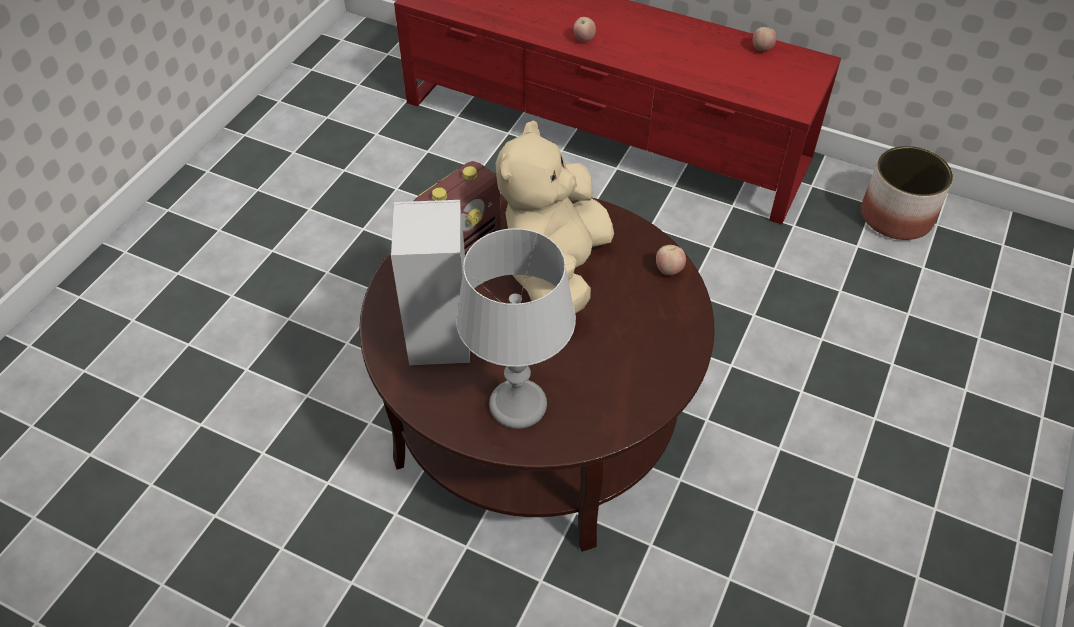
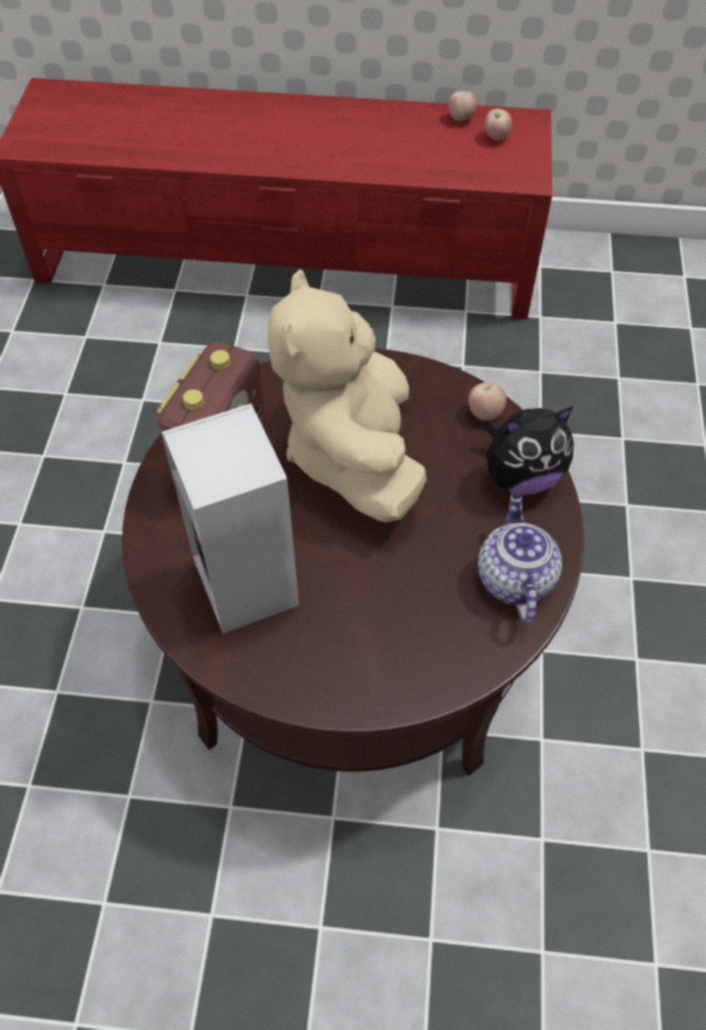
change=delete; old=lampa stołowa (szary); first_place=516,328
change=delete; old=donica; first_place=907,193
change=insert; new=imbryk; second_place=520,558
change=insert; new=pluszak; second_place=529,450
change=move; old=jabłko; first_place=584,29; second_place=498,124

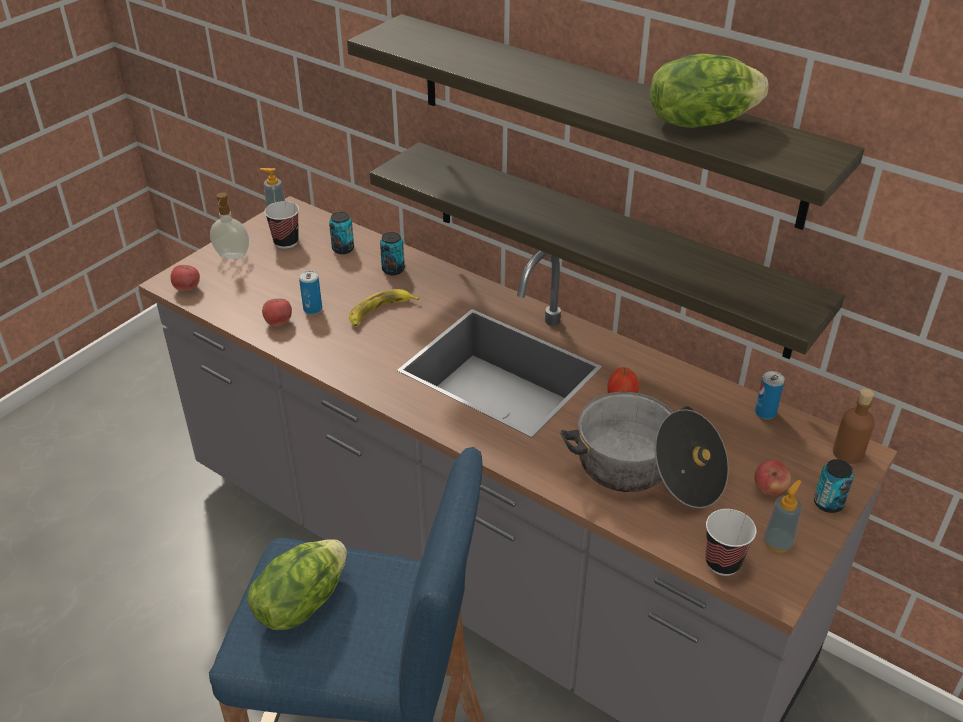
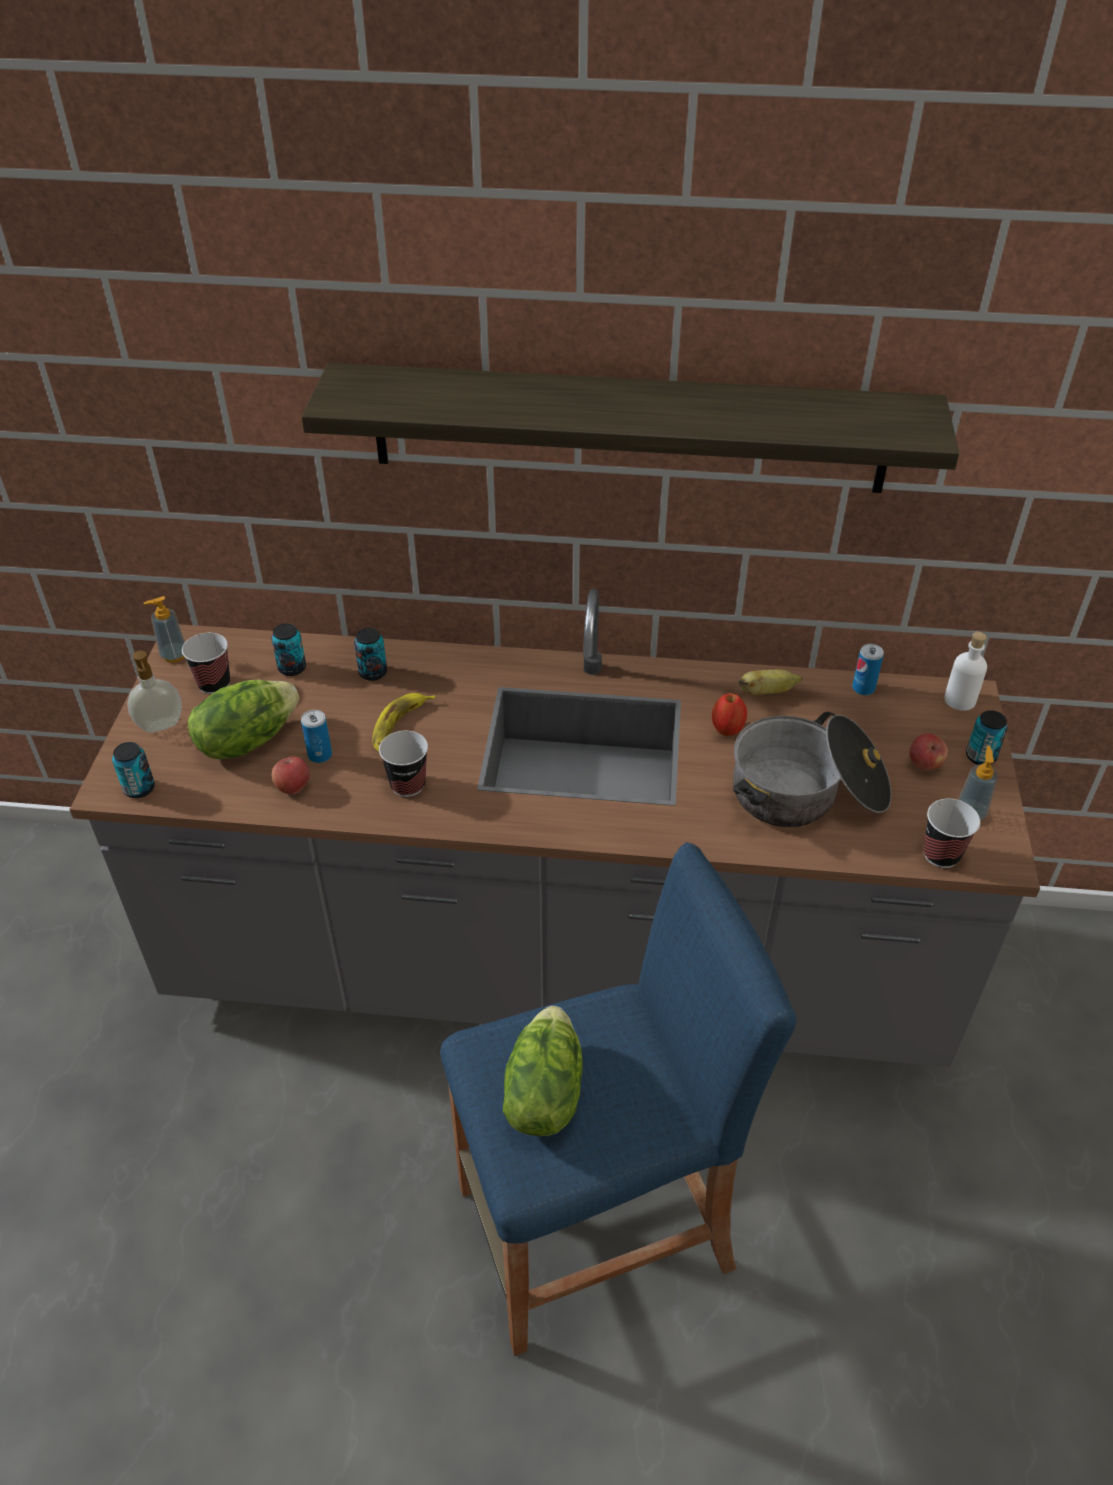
change=delete; old=półka; first_place=607,250
change=insert; new=filiżanka; second_place=403,764
change=insert; new=banan; second_place=770,682
change=move; old=sałata; first_place=709,91; second_place=243,719
change=replace; old=jabłko; new=puszka; first_place=185,278; second_place=133,770
change=recolor; old=butelka (brązowy); new=butelka (biały); first_place=854,426; second_place=965,671

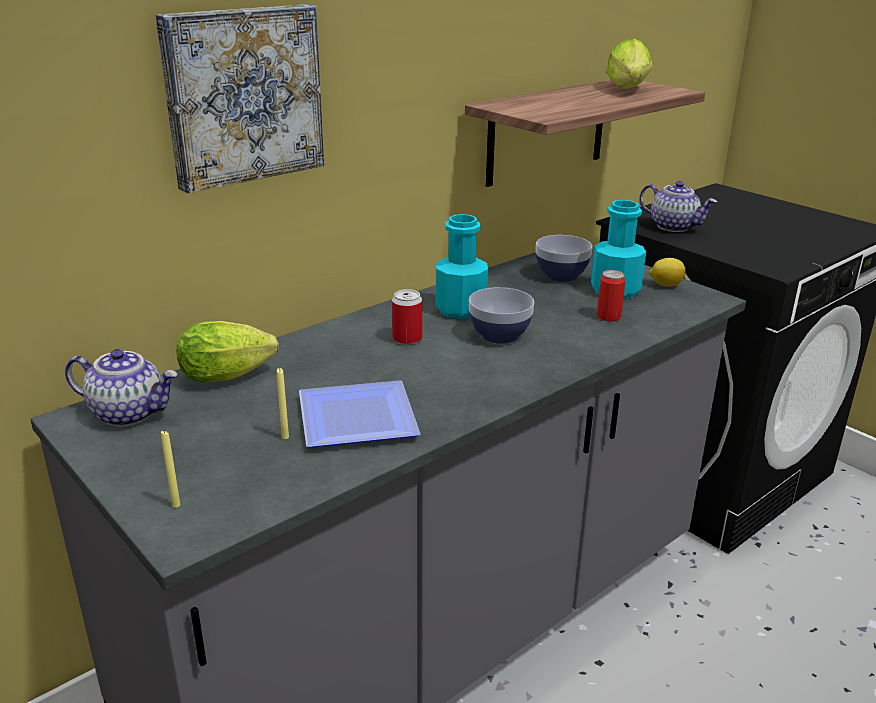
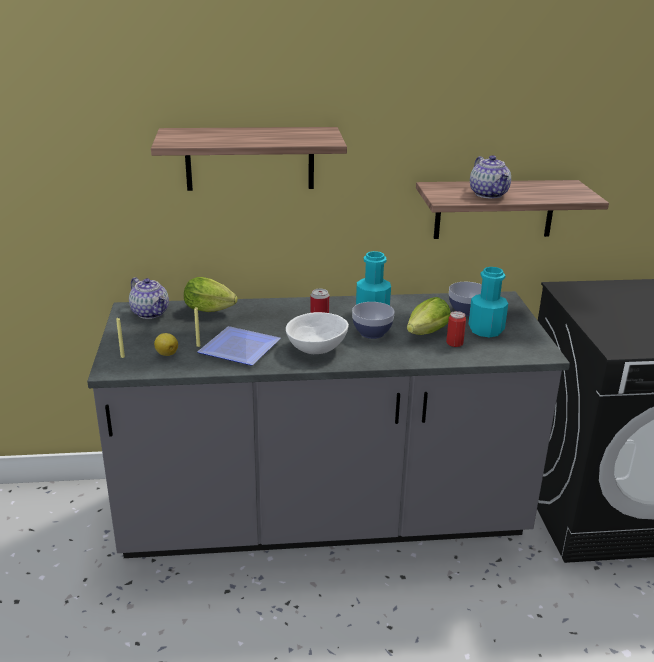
change=insert; new=miska (biały); second_place=317,333
change=move; old=sałata; first_place=630,63; second_place=429,316
change=move; old=imbryk; first_place=678,206; second_place=490,176
change=move; old=cytryna; first_place=667,272; second_place=166,344
change=replace; old=obraz; new=półka; first_place=240,98; second_place=249,159

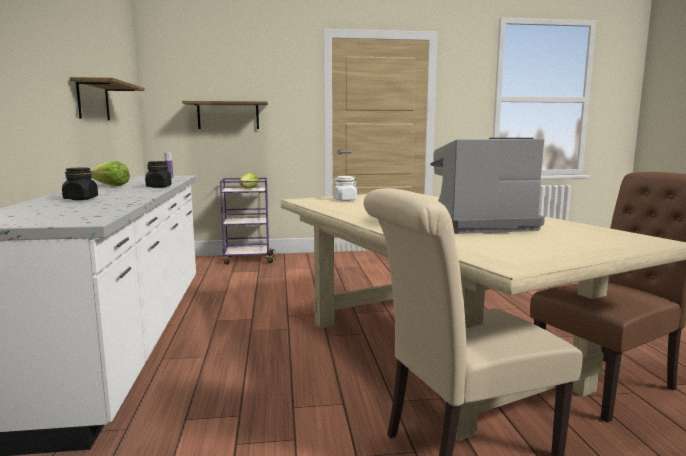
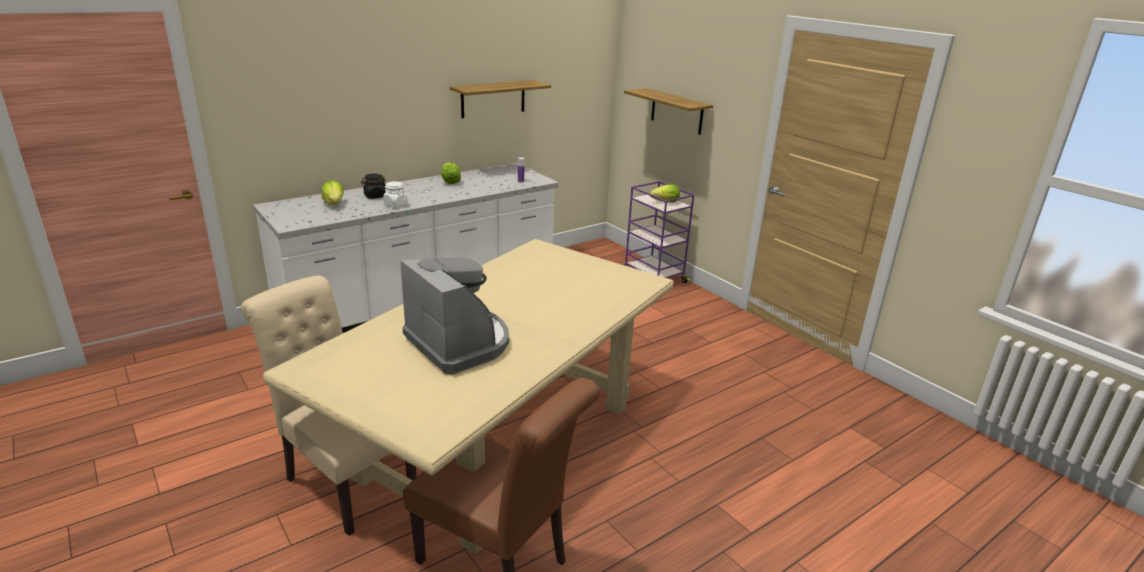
change=delete; old=słoik (czarny); first_place=158,174
change=insert; new=sałata; second_place=333,192
change=move; old=słoik (biały); first_place=344,188; second_place=395,194

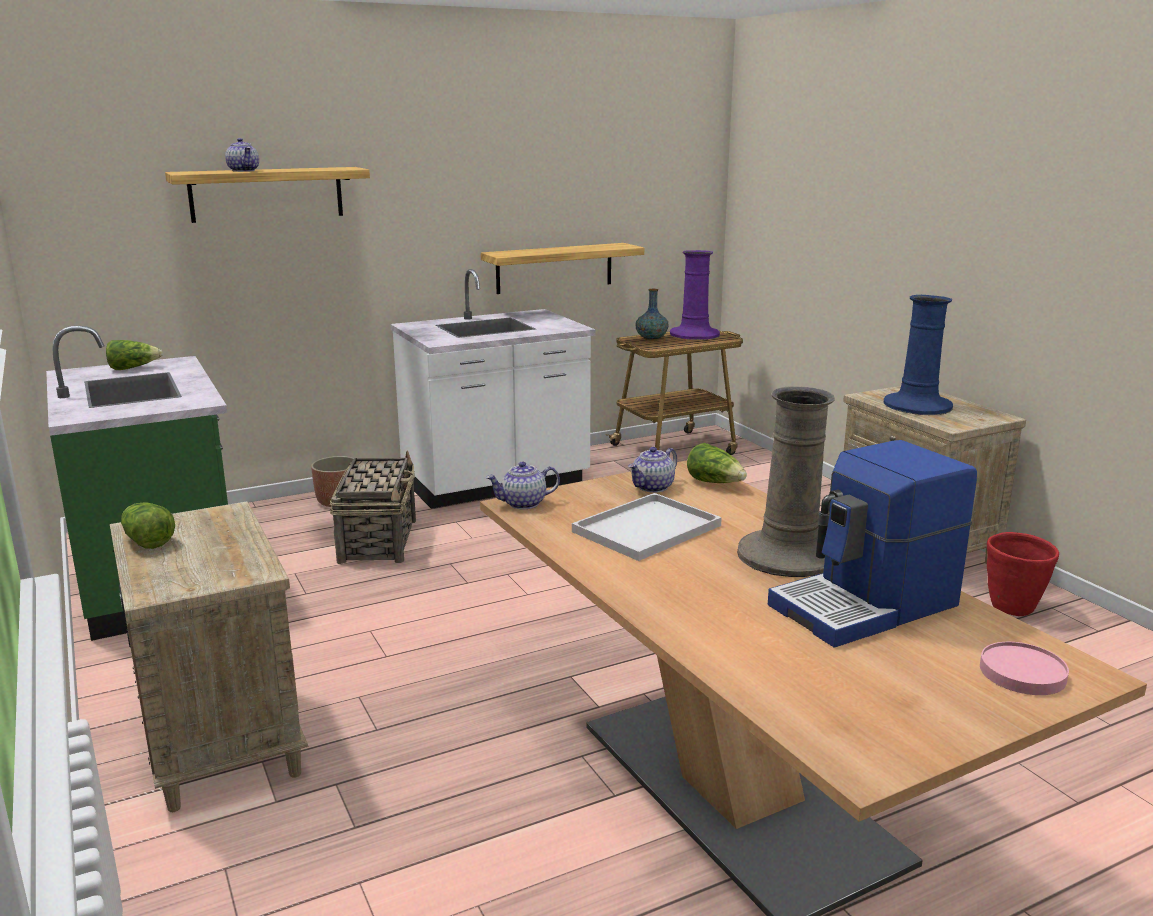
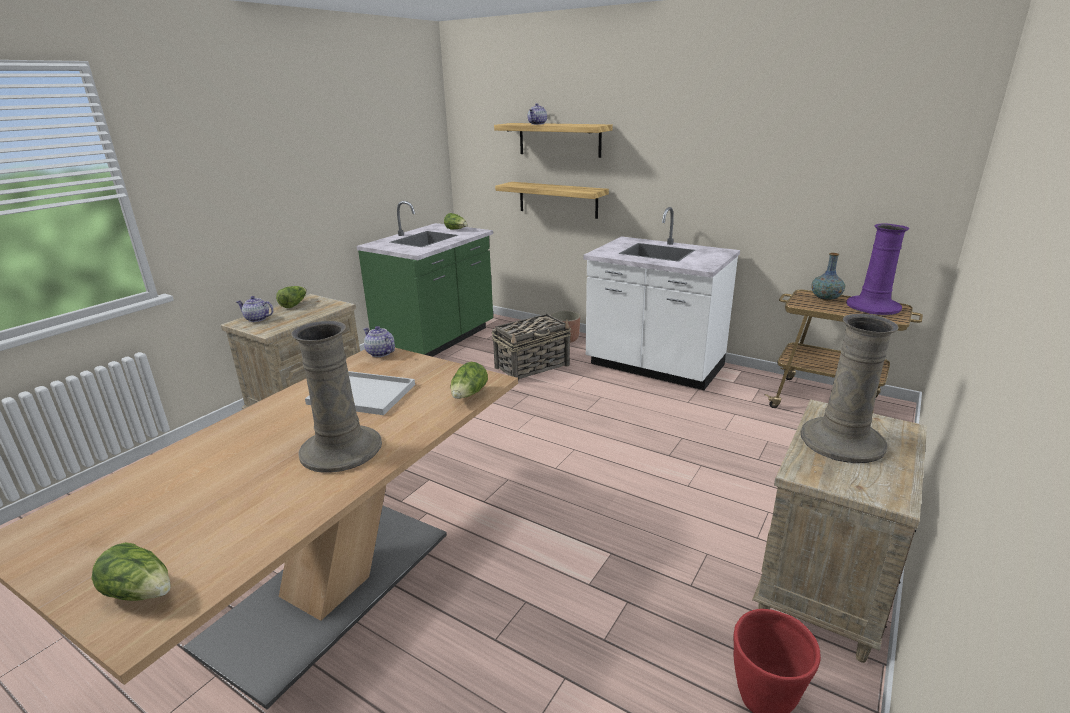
change=delete; old=ekspres do kawy; first_place=872,544
change=move; old=półka; first_place=562,268; second_place=552,200
change=move; old=imbryk; first_place=652,470; second_place=255,309
change=replace; old=talerz (różowy); new=sałata; first_place=1024,668; second_place=131,571
change=recolor; old=wazon (niebieski); new=wazon (beżowy); first_place=918,355; second_place=849,388

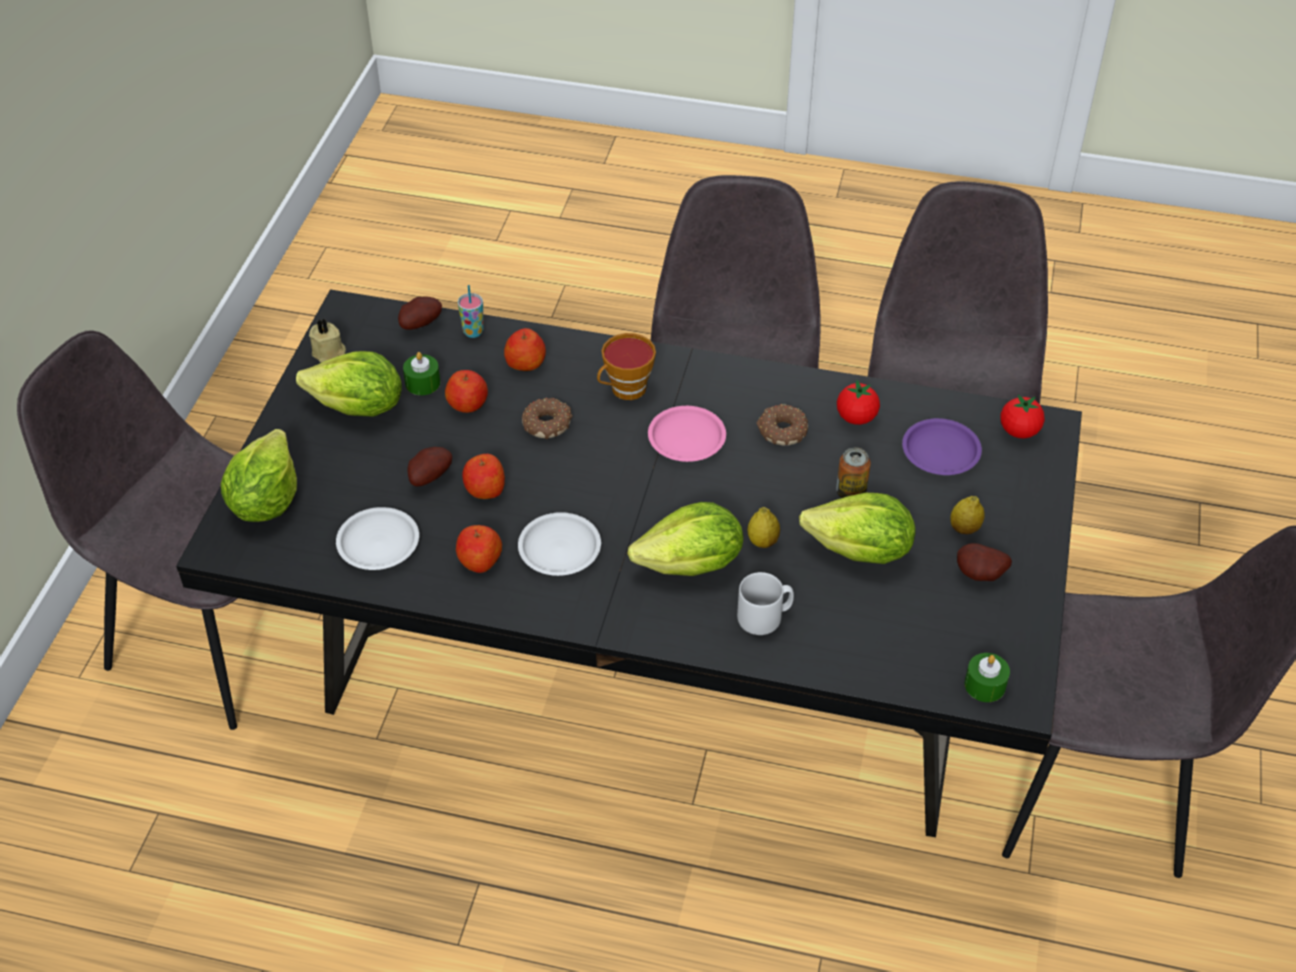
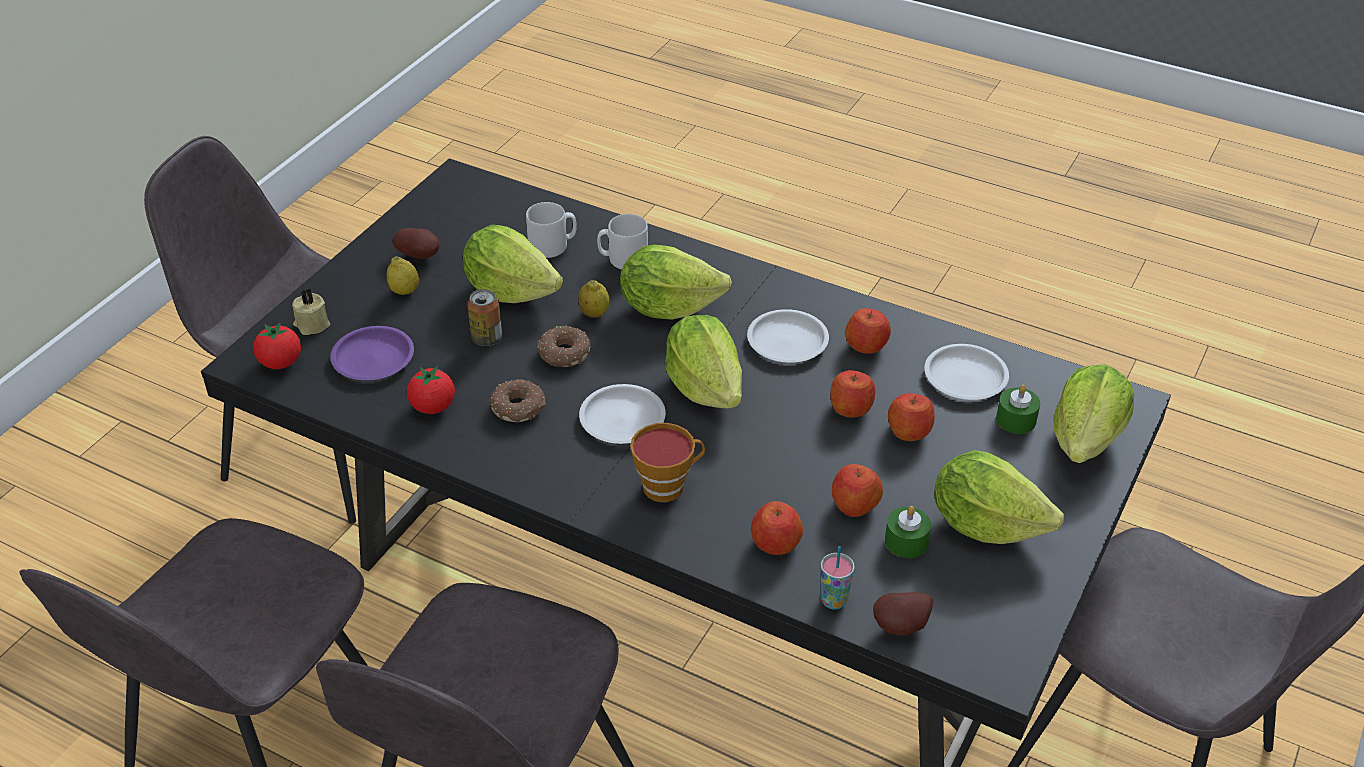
change=insert; new=kubek (szary); second_place=551,230
change=insert; new=sałata; second_place=703,361
change=move; old=świeca (beżowy); first_place=327,341; second_place=311,311
change=move; old=donut; first_place=547,418; second_place=563,346
change=move; old=świeca (zielony); first_place=987,677; second_place=1018,409
change=replace; old=ziemniak; new=jabłko; first_place=429,467; second_place=911,417
change=recolor; old=talerz (różowy); new=talerz (biały); first_place=687,434; second_place=622,414

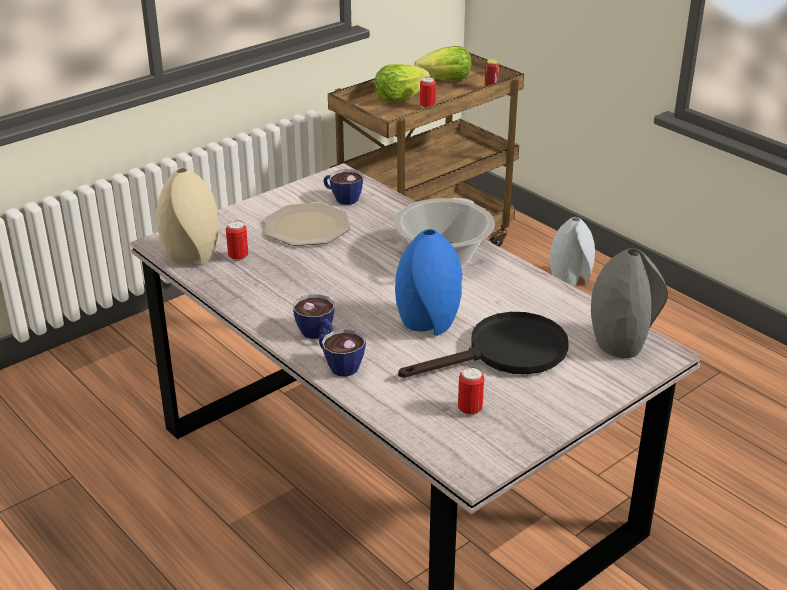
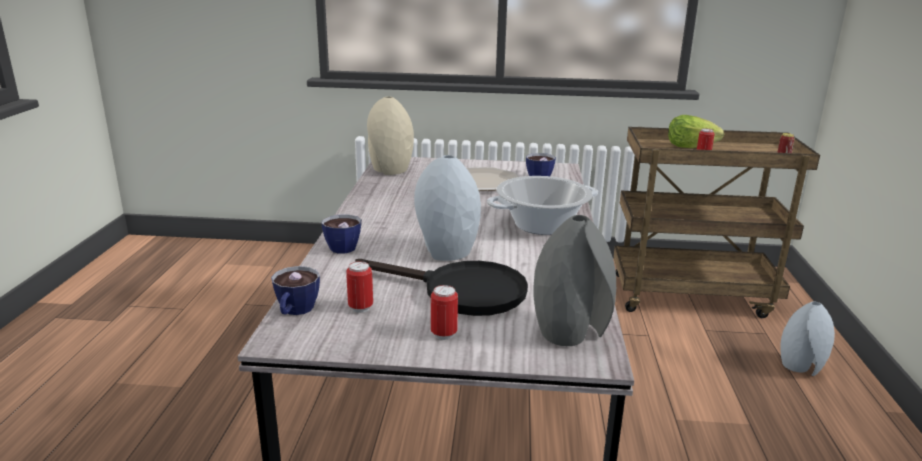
change=delete; old=sałata; first_place=442,63
change=move; old=puszka; first_place=237,241; second_place=444,312
change=move; old=filiżanka; first_place=313,316; second_place=295,290
change=recolor; old=wazon (niebieski); new=wazon (szary); first_place=429,282; second_place=447,208

